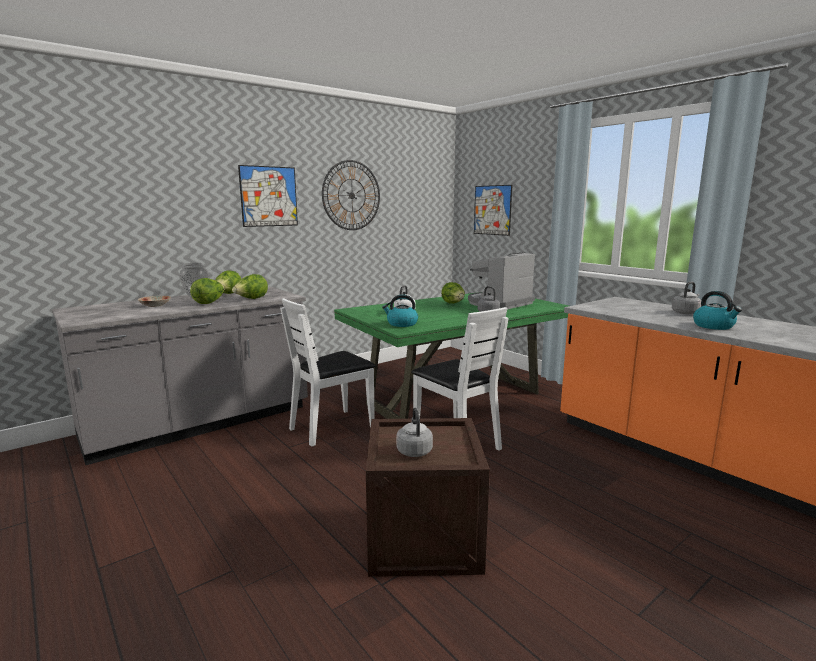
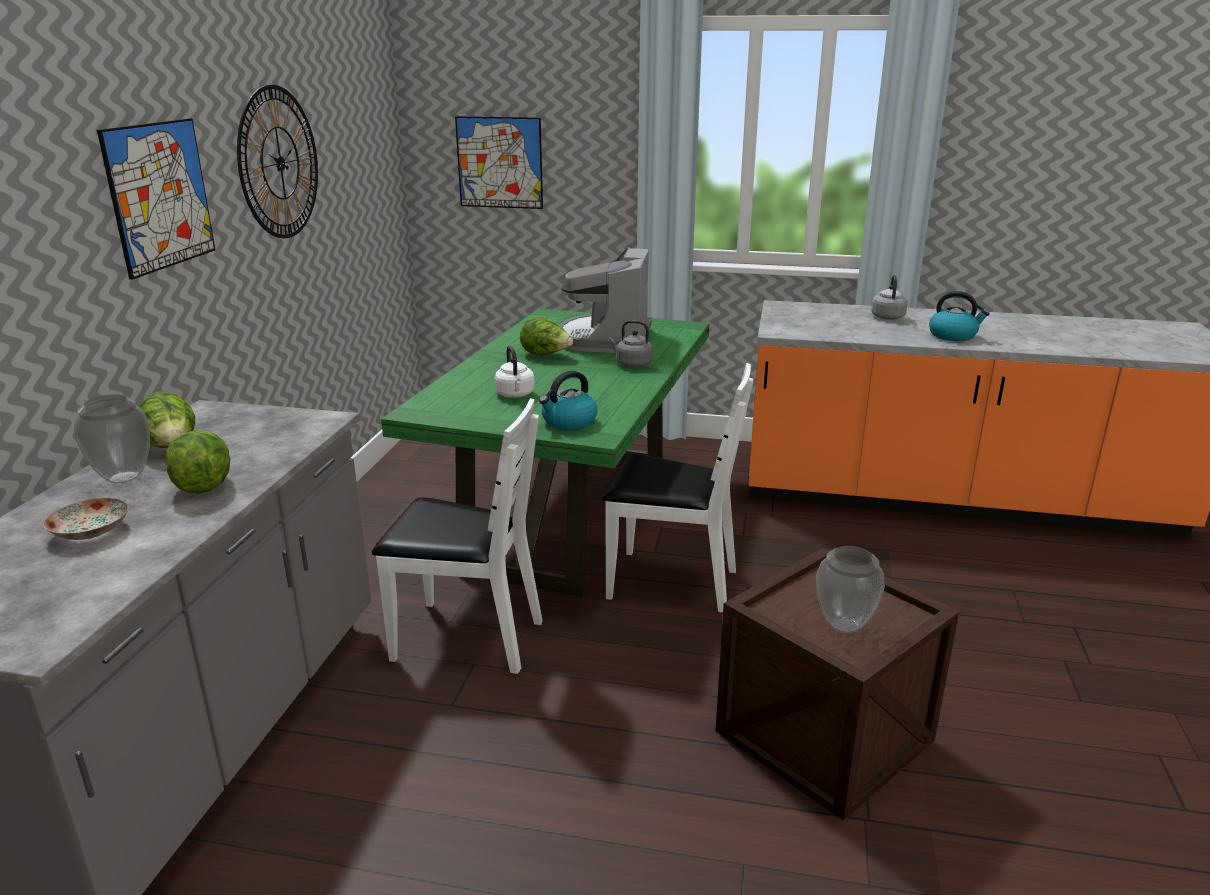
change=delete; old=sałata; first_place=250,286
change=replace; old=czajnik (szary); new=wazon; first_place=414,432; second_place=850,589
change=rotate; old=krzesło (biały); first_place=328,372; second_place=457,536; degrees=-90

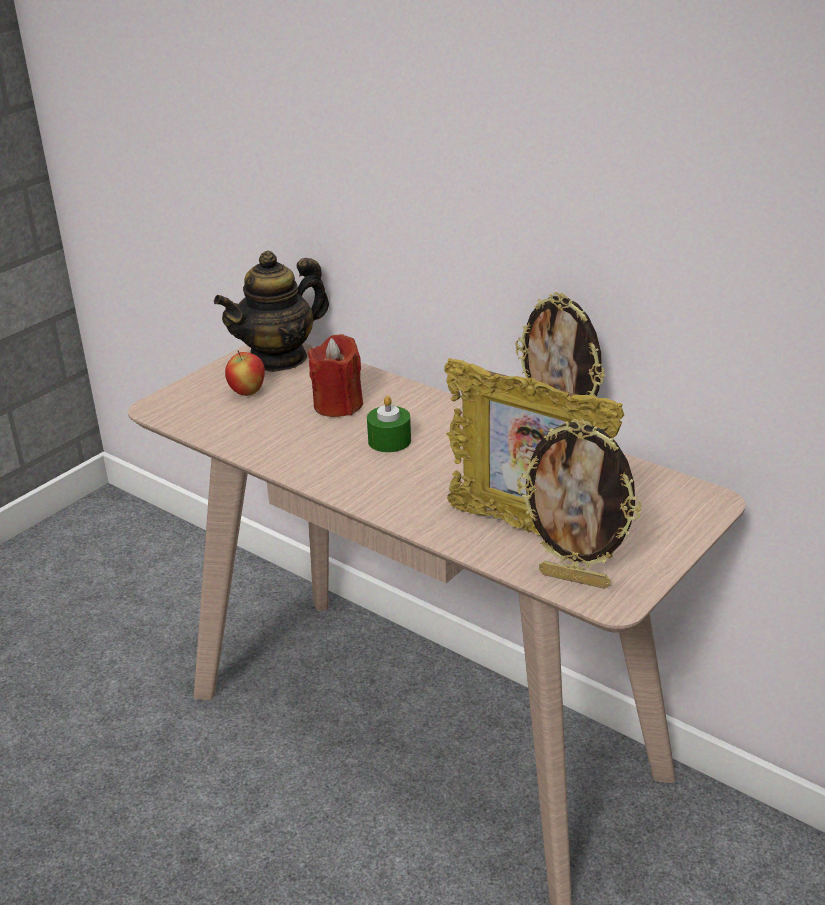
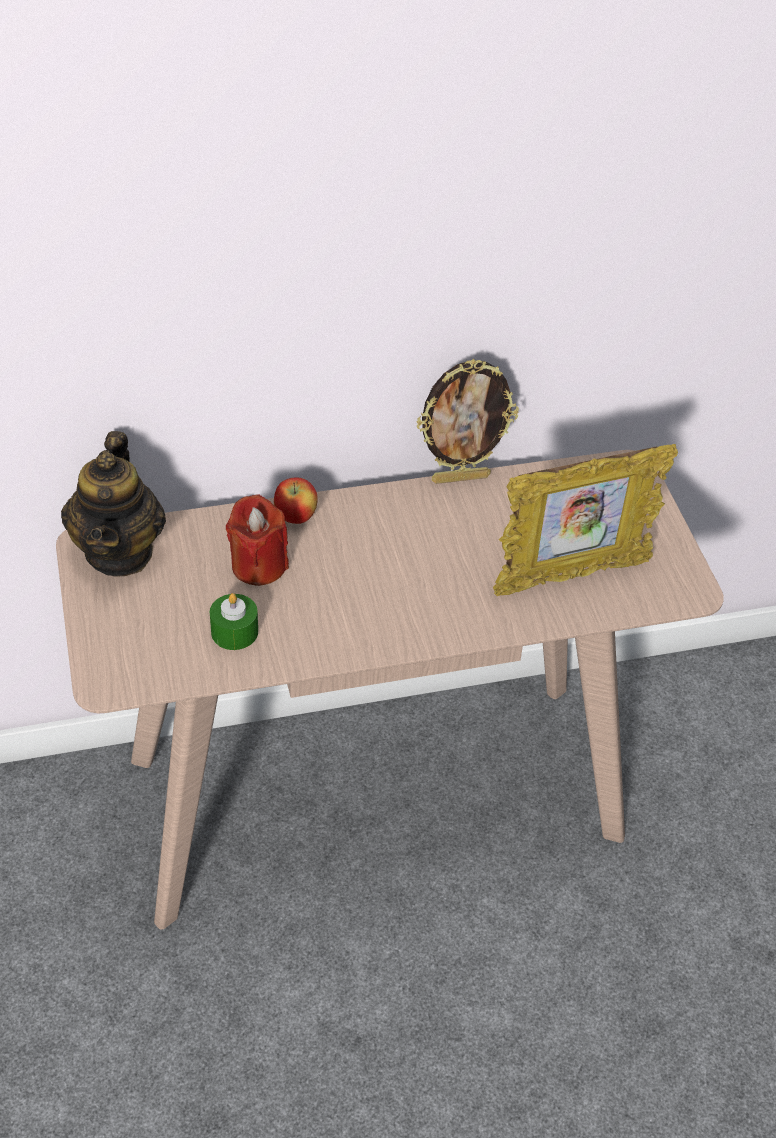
change=delete; old=ramka na zdjęcie; first_place=579,504
change=move; old=jabłko; first_place=245,373; second_place=296,500
change=move; old=świeca (zielony); first_place=389,424; second_place=234,621

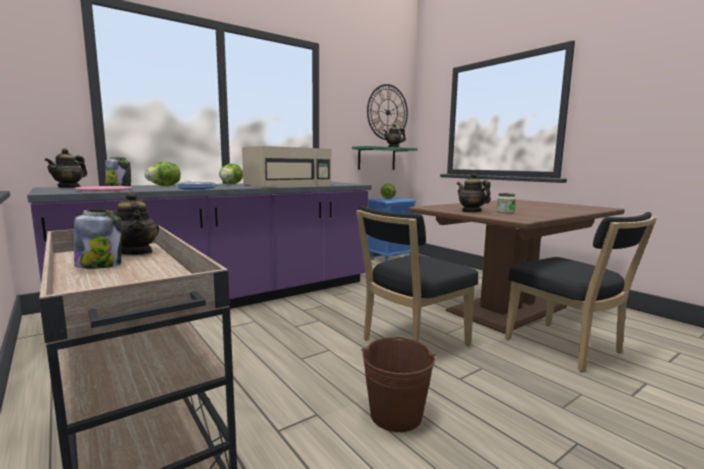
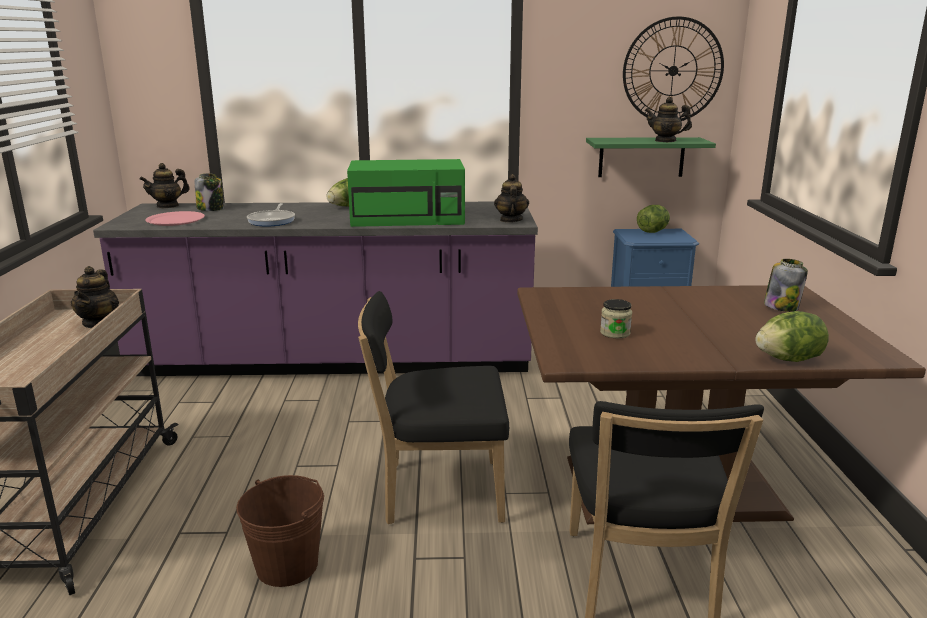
change=move; old=słoik; first_place=98,239; second_place=786,285
change=move; old=sałata; first_place=162,174; second_place=792,336
change=move; old=imbryk; first_place=474,192; second_place=511,198
change=recolor; old=mikrofalówka (beżowy); new=mikrofalówka (zielony); first_place=286,166; second_place=406,193

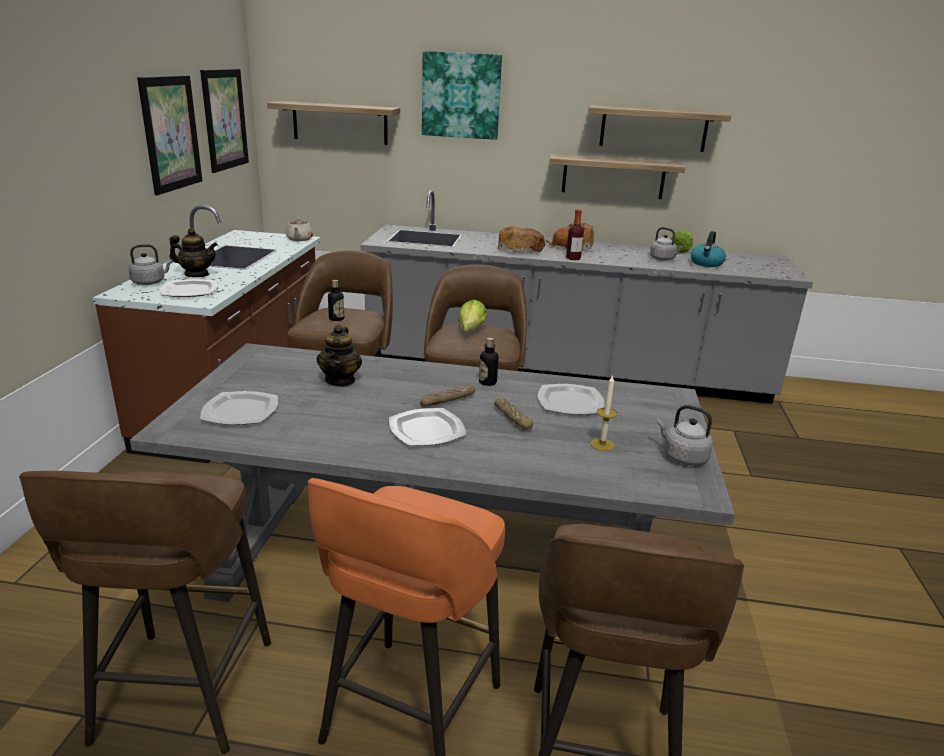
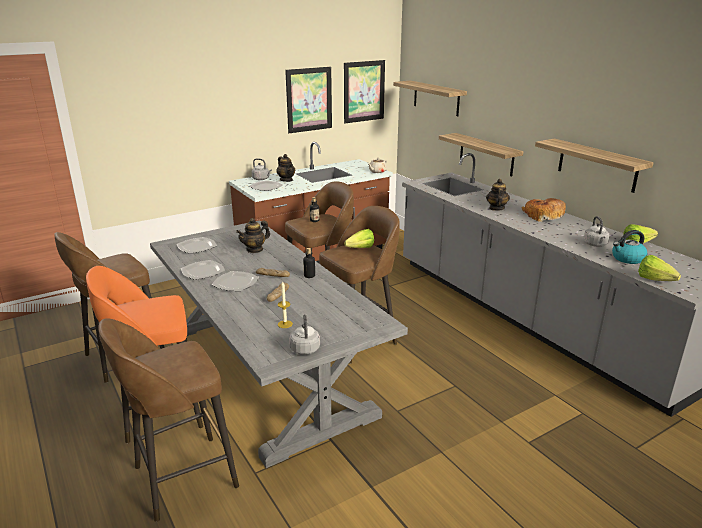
change=delete; old=obraz; first_place=462,95
change=delete; old=butelka; first_place=575,234
change=insert; new=sałata; second_place=659,268
change=move; old=talerz; first_place=571,399; second_place=203,270
change=move; old=półka; first_place=660,128; second_place=481,155
change=replace; old=chleb; new=imbryk; first_place=521,239; second_place=498,195

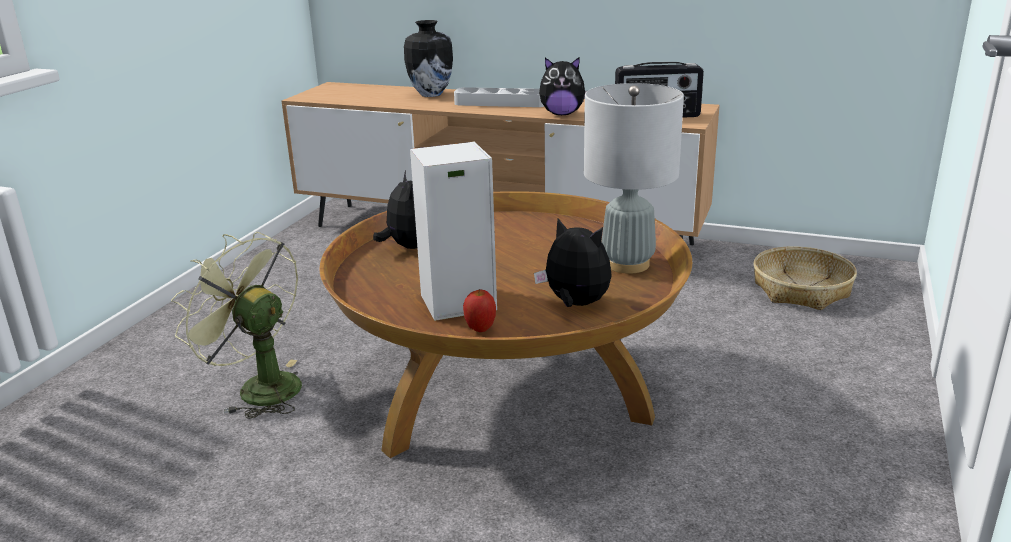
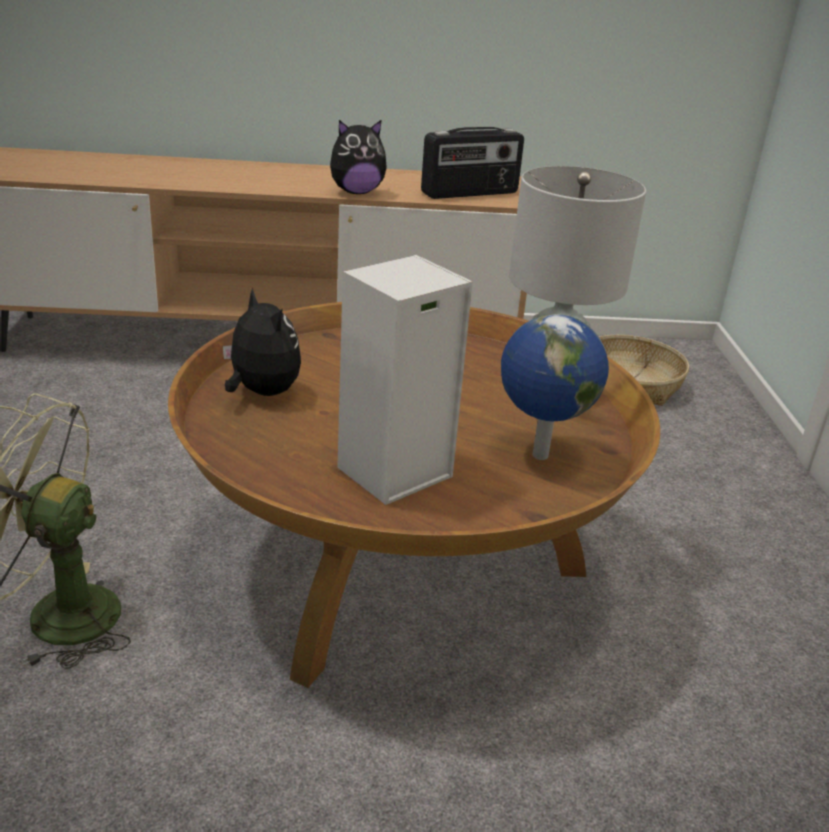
change=delete; old=wazon; first_place=428,58
change=delete; old=taca (szary); first_place=499,97
change=delete; old=jabłko; first_place=479,310
change=replace; old=pluszak; new=globus; first_place=573,262; second_place=555,387

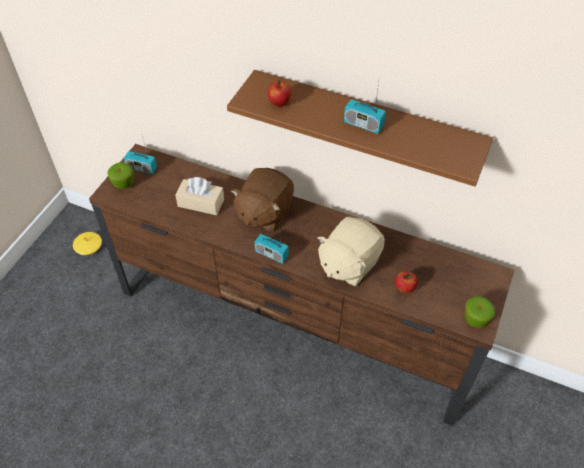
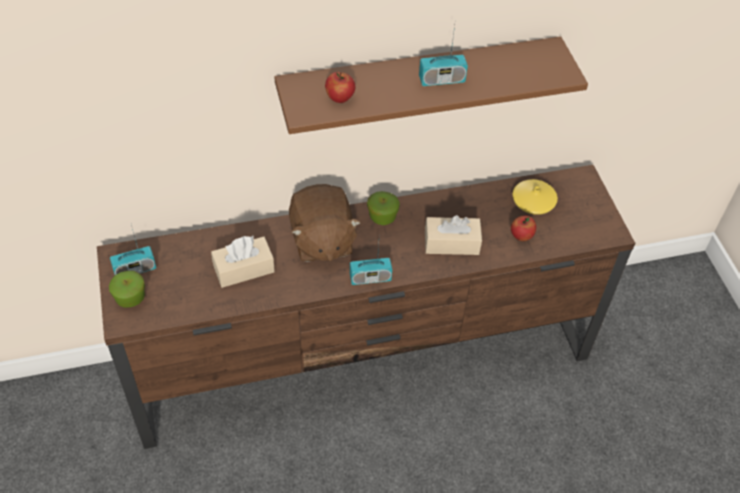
change=move; old=wazon (żółty); first_place=87,243; second_place=535,197
change=move; old=jabłko; first_place=480,312; second_place=383,208
change=replace; old=pluszak (beżowy); new=pudełko chusteczek (beżowy); first_place=351,251; second_place=453,235

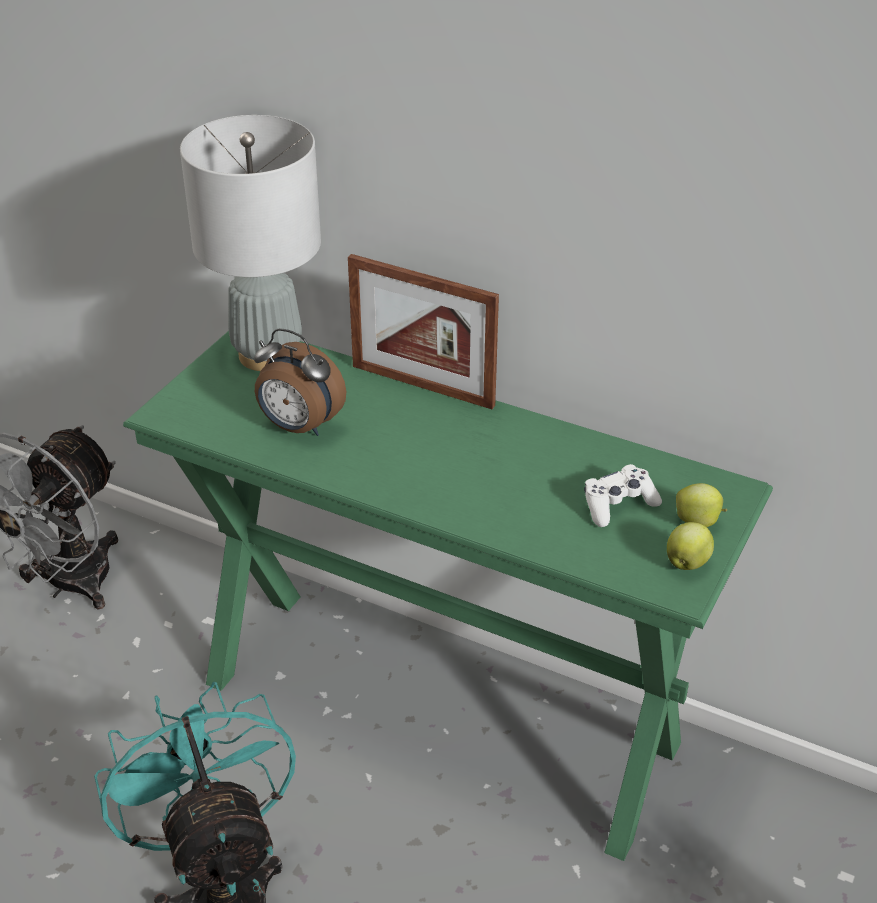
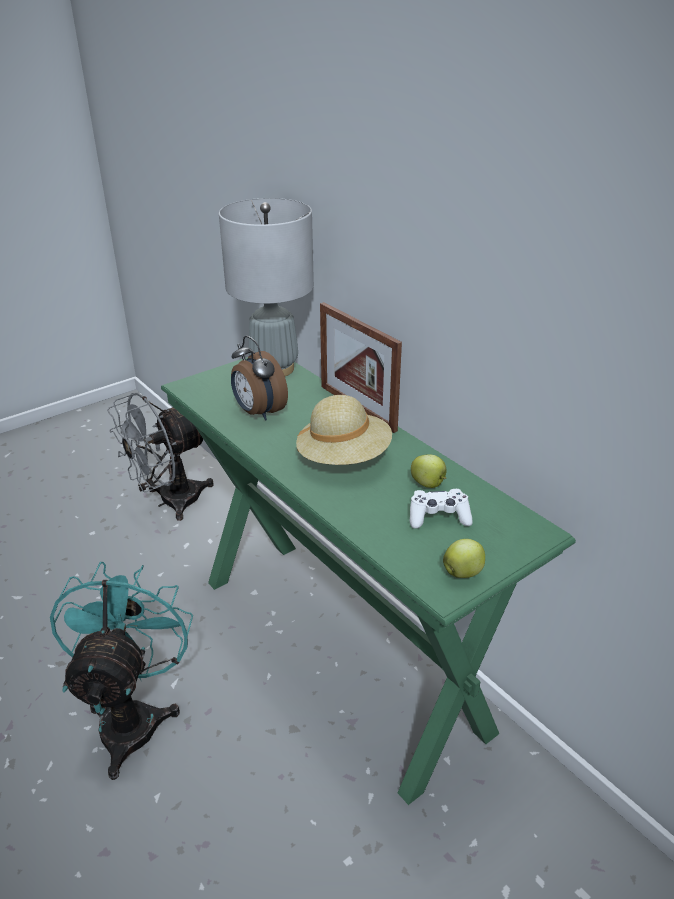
change=insert; new=kapelusz (beżowy); second_place=344,430
change=move; old=jabłko; first_place=701,505; second_place=428,471

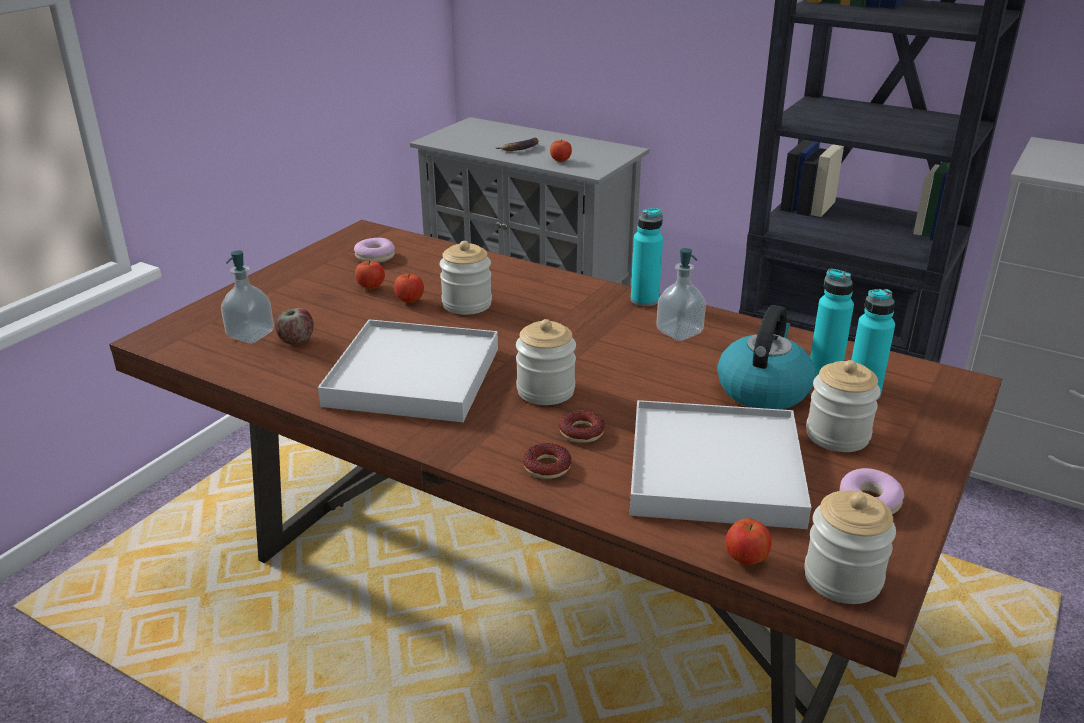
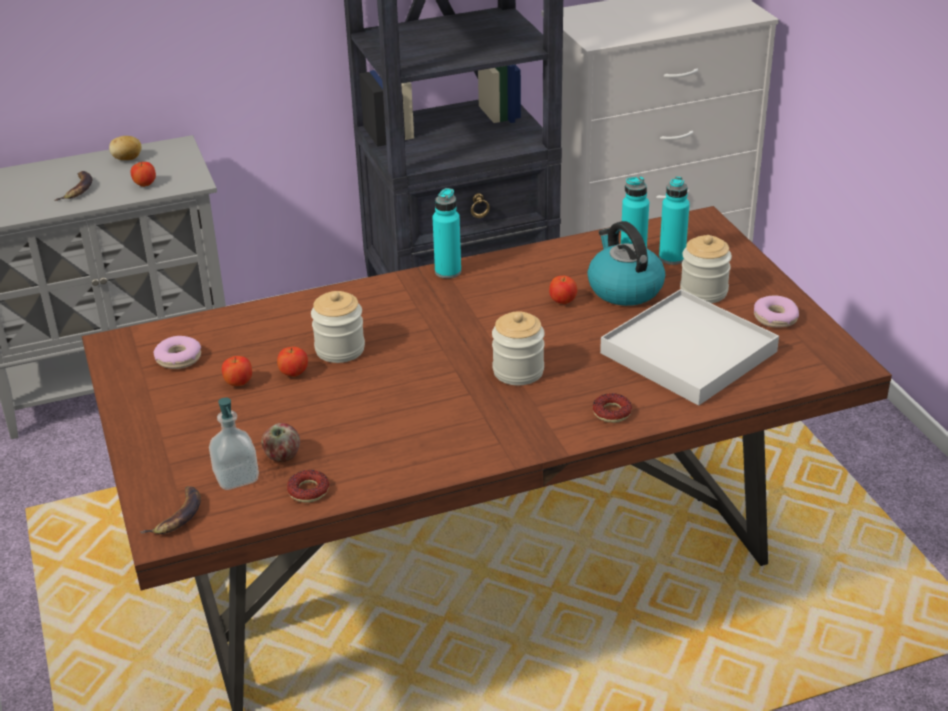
change=delete; old=taca (biały); first_place=408,370
change=delete; old=dozownik mydła; first_place=681,294
change=delete; old=słoik; first_place=850,547
change=insert; new=ziemniak; second_place=125,148
change=insert; new=banan; second_place=170,510
change=move; old=donut; first_place=582,426; second_place=308,486
change=move; old=jabłko; first_place=748,541; second_place=563,290

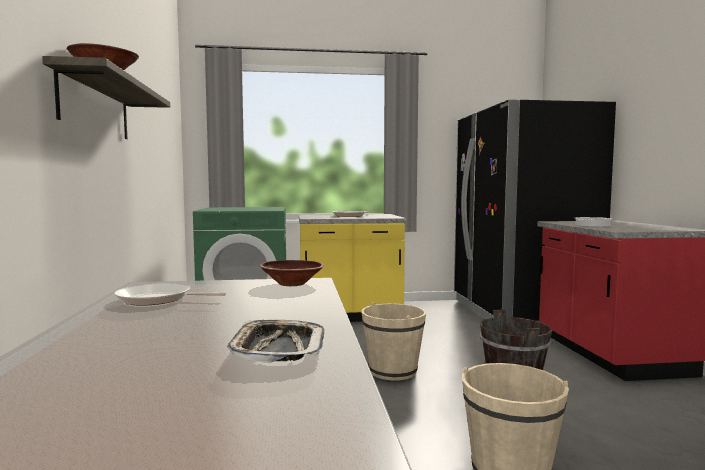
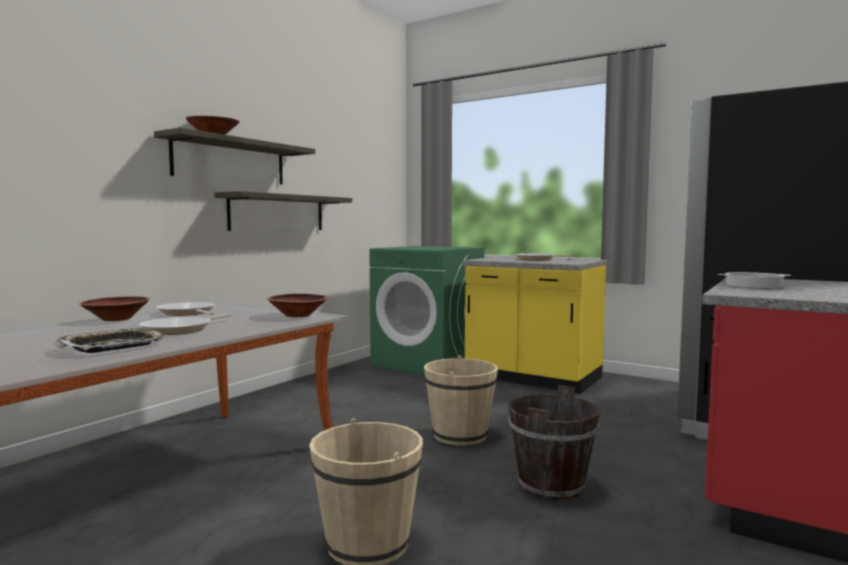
change=insert; new=miska (brązowy); second_place=114,308
change=insert; new=patelnia; second_place=185,324
change=insert; new=półka; second_place=283,211

